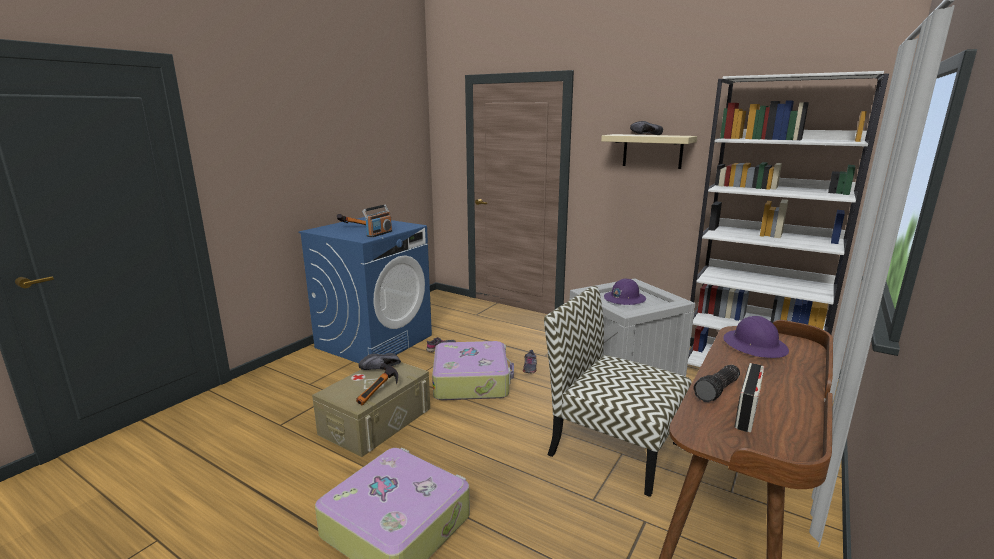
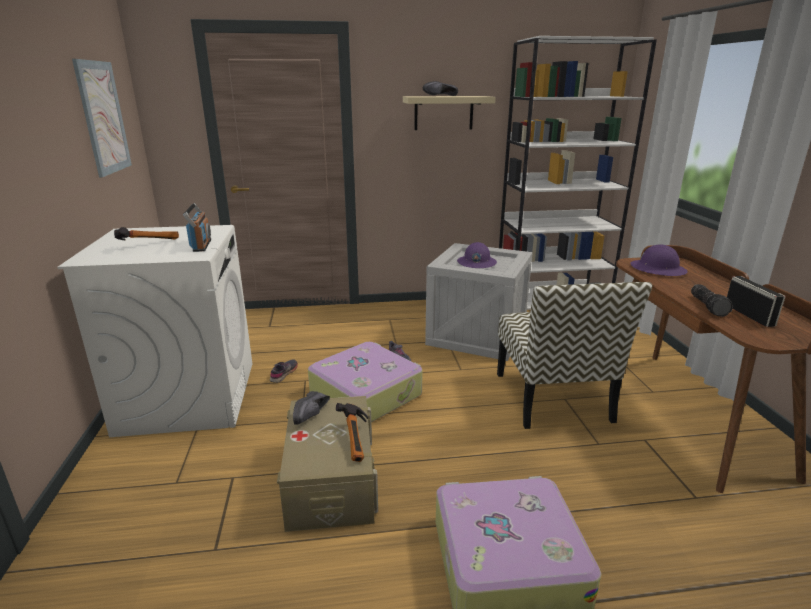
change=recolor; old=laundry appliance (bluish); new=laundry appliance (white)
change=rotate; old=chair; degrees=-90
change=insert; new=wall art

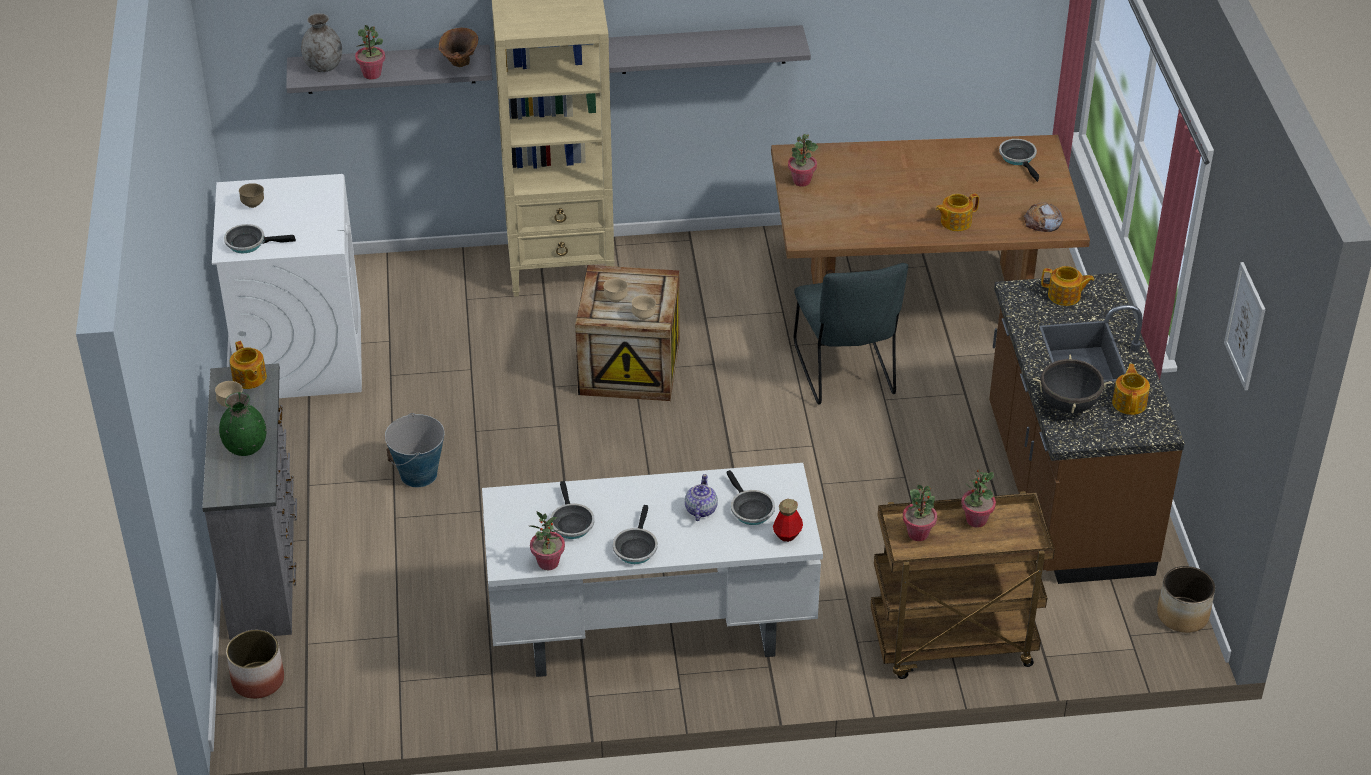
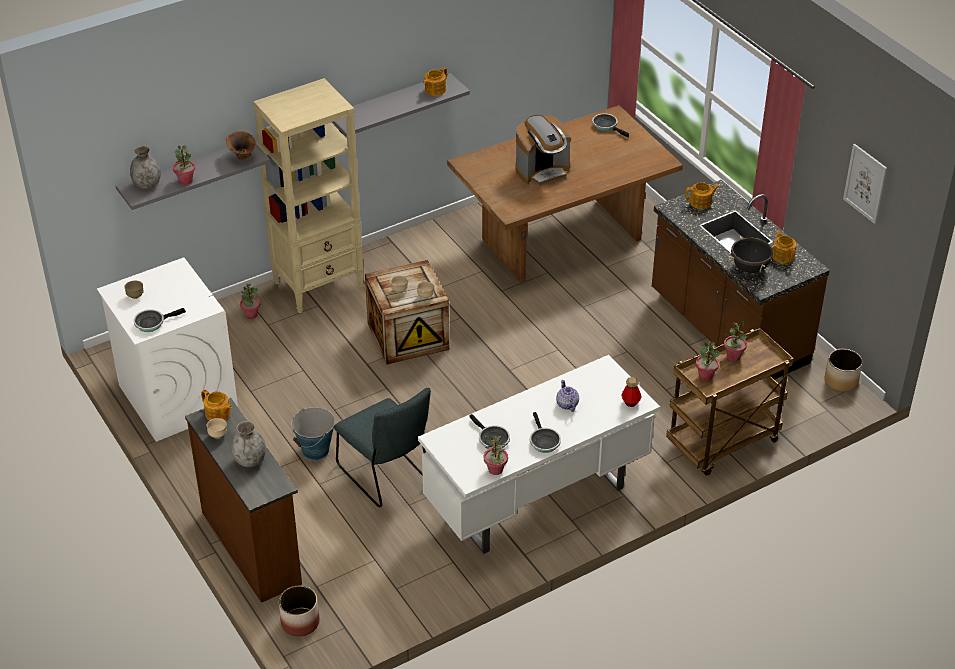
change=recolor; old=chest of drawers (gray); new=chest of drawers (brownish)
change=recolor; old=vase (greenish); new=vase (gray) (2nd from left)
change=delete; old=pan (4th from left)
change=move; old=houseplant (3rd from left in the first image); new=houseplant (2nd from left)
change=move; old=chair (gray)
change=move; old=tea pot (3rd from left in the first image); new=tea pot (2nd from left)
change=delete; old=bread
change=insert; new=coffee maker

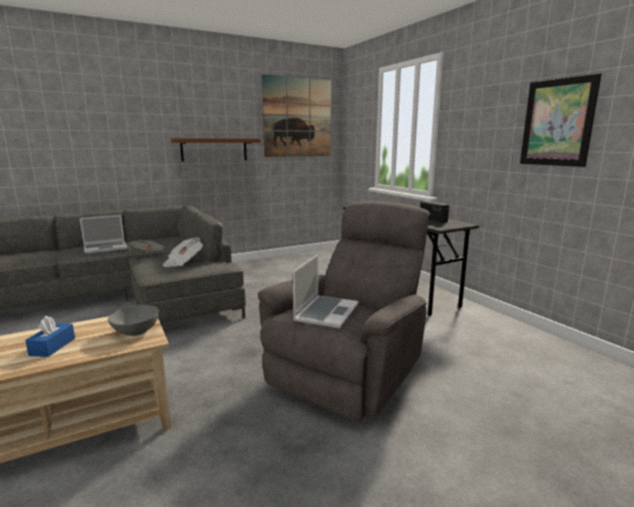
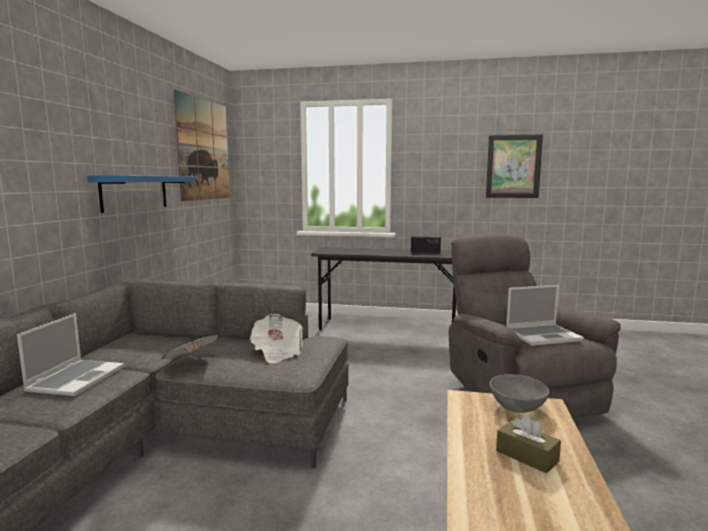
change=recolor; old=tissue holder (bluish); new=tissue holder (brownish)
change=recolor; old=bracket shelf (brownish); new=bracket shelf (bluish)
change=rotate; old=notebook computer (2nd from left); degrees=105

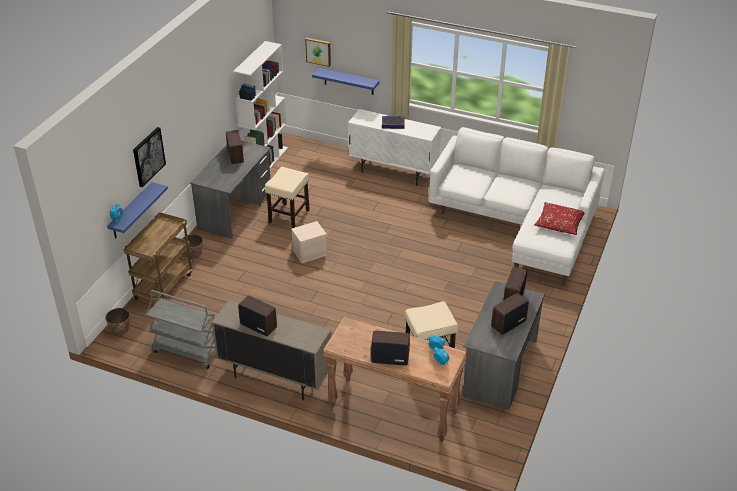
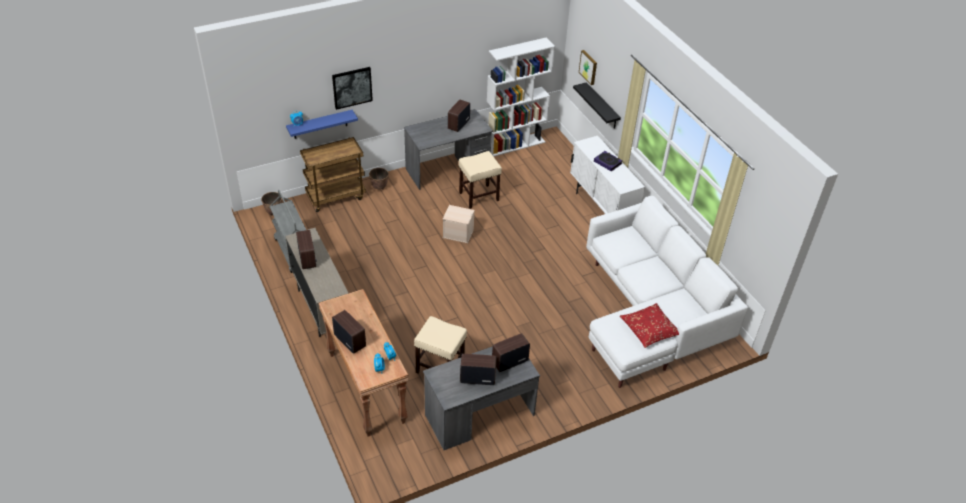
change=recolor; old=bracket shelf (bluish) (2nd from left); new=bracket shelf (black-coloured)

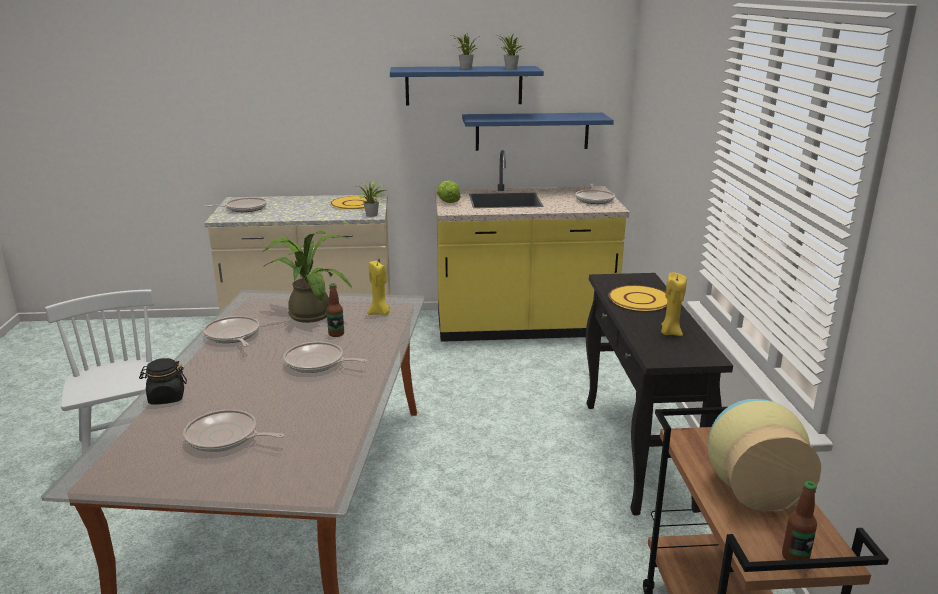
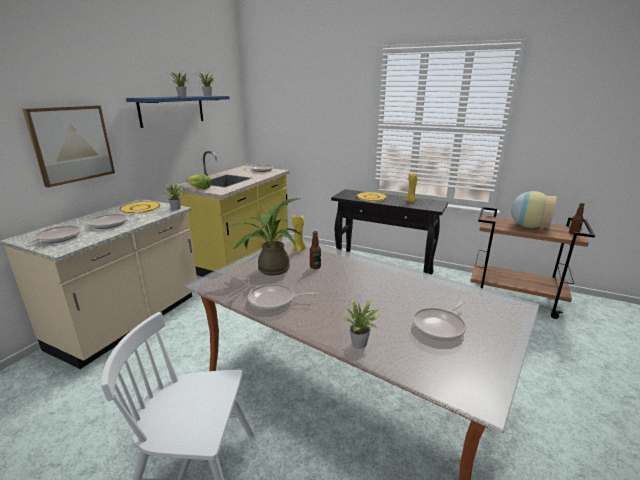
change=replace; old=jar (black-coloured); new=houseplant (5th from left)
change=move; old=pan (4th from left in the first image); new=pan (2nd from left)
change=delete; old=bracket shelf (bluish) (2nd from left)
change=insert; new=wall art

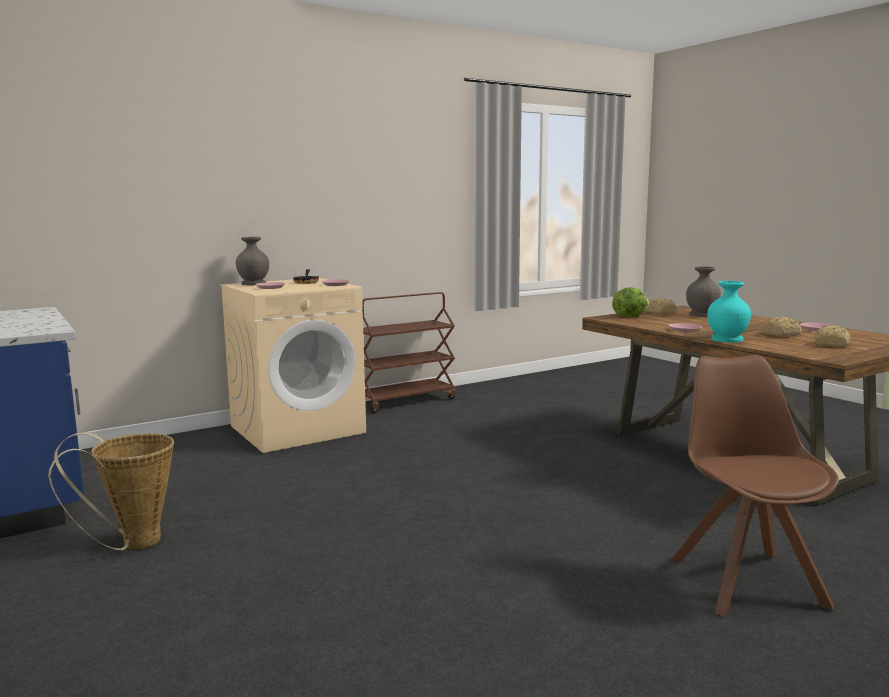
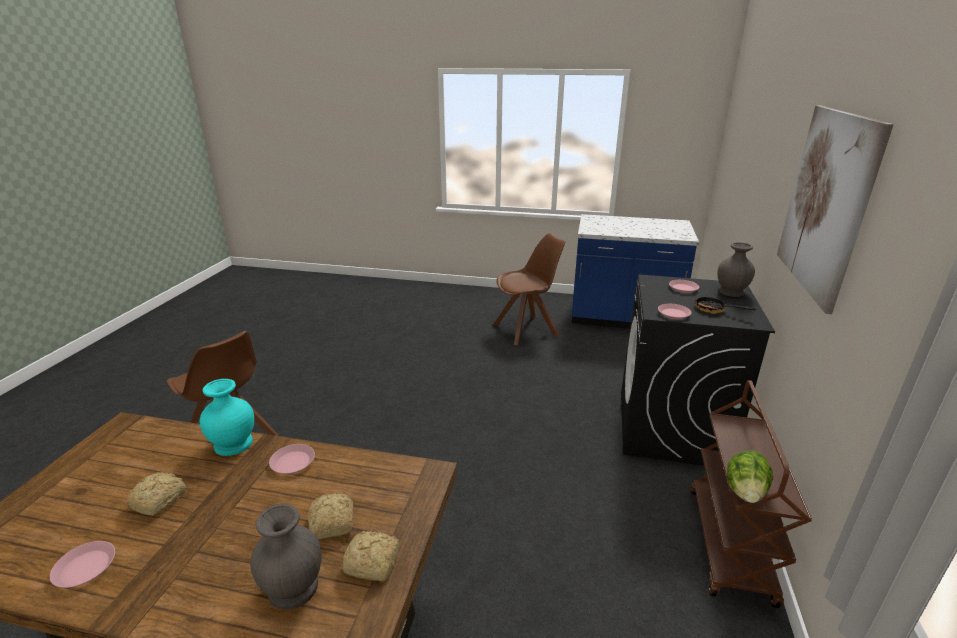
change=replace; old=storage basket; new=chair (brownish) (2nd from left)
change=recolor; old=laundry appliance (beige-coloured); new=laundry appliance (black-coloured)
change=move; old=lettuce head
change=move; old=bread (3rd from left in the first image); new=bread (2nd from left)
change=insert; new=wall art

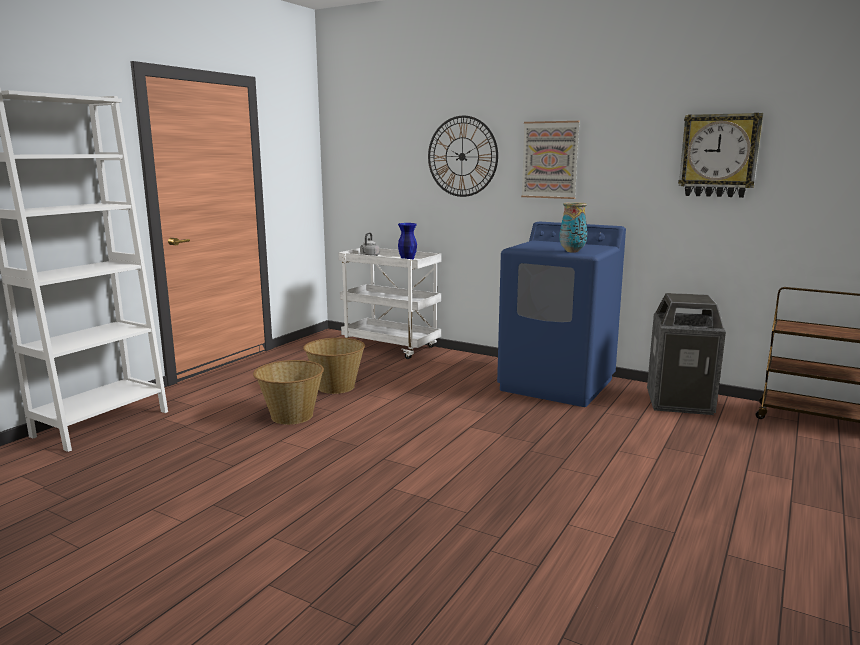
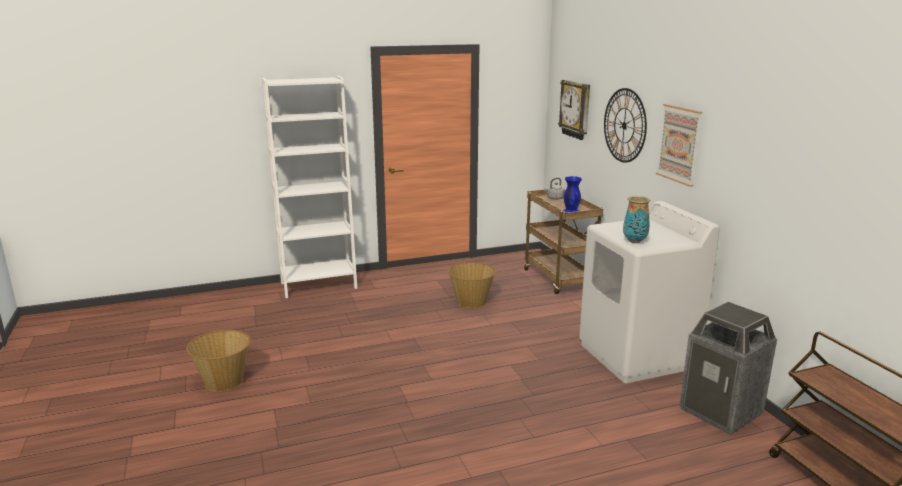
change=move; old=storage basket (1st from left)
change=recolor; old=trolley (white); new=trolley (brownish) (1st from left)
change=recolor; old=laundry appliance (bluish); new=laundry appliance (white)
change=move; old=hanging clock (2nd from left in the first image); new=hanging clock (1st from left)

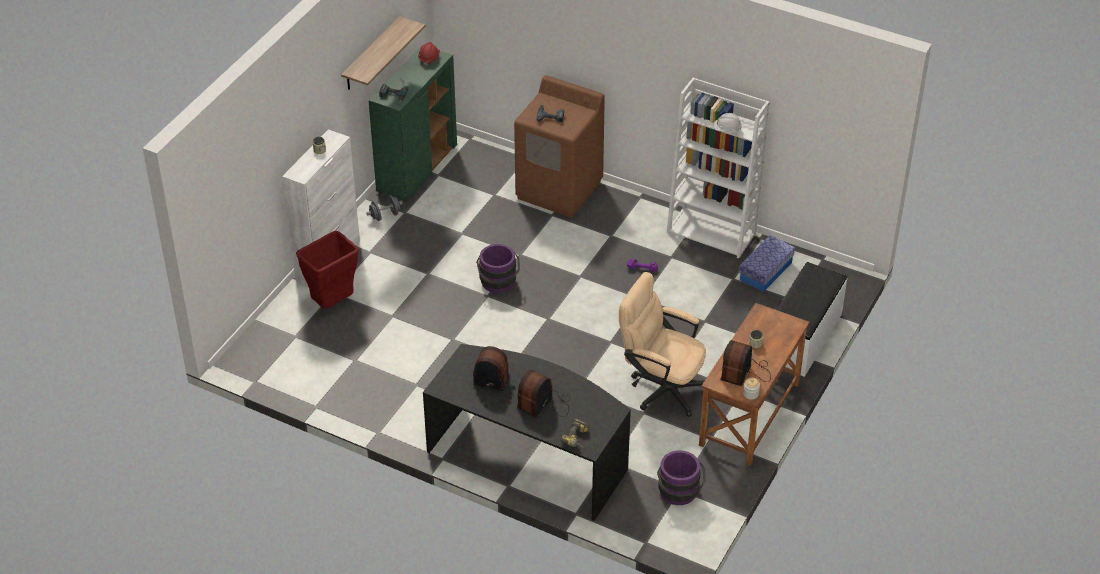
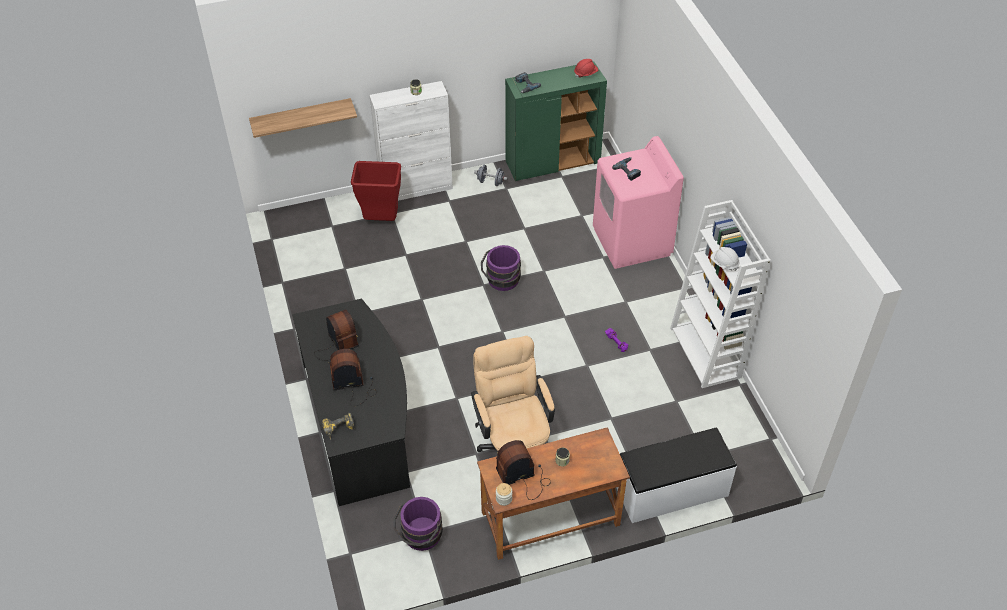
change=move; old=bracket shelf
change=recolor; old=laundry appliance (brownish); new=laundry appliance (pinkish)
change=delete; old=storage box

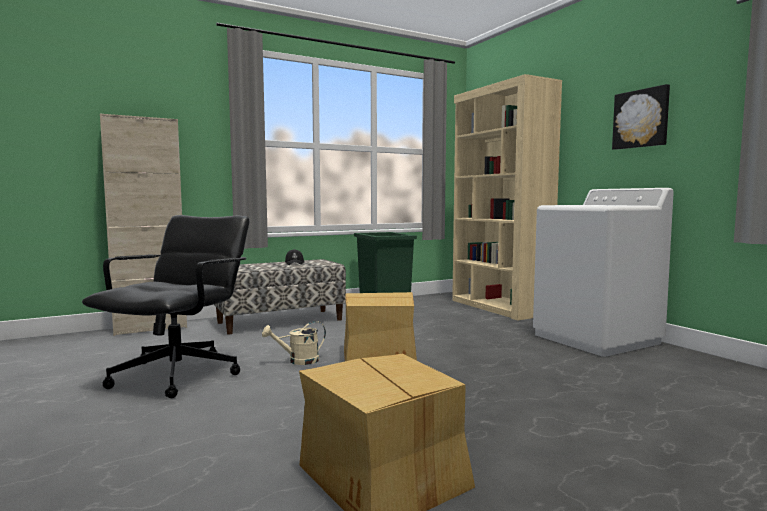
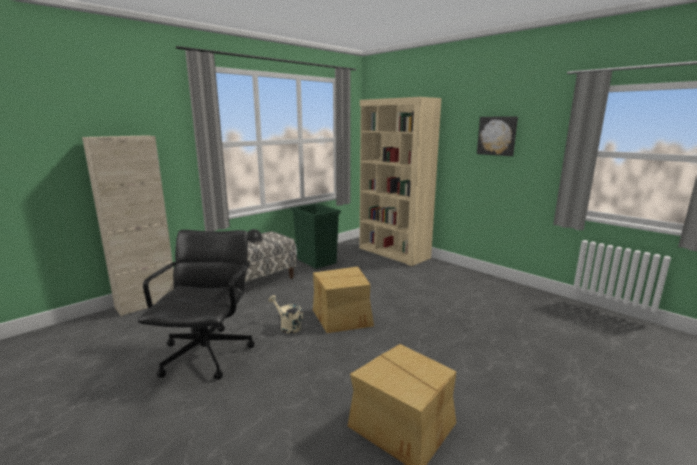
change=rotate; old=sprinkling can (beige-coloured); degrees=75
change=delete; old=laundry appliance (white)

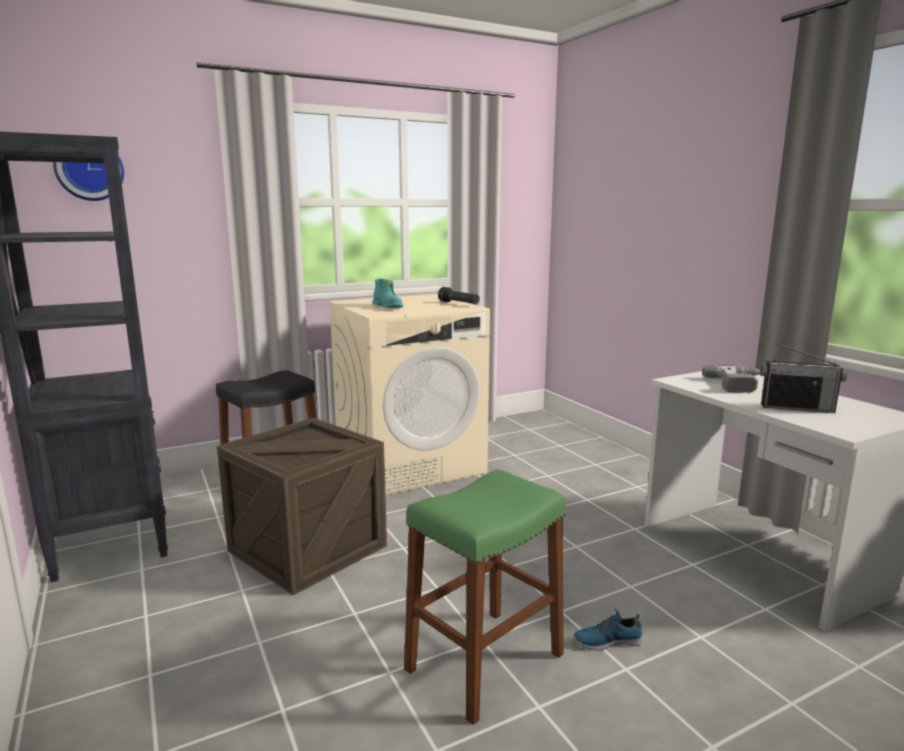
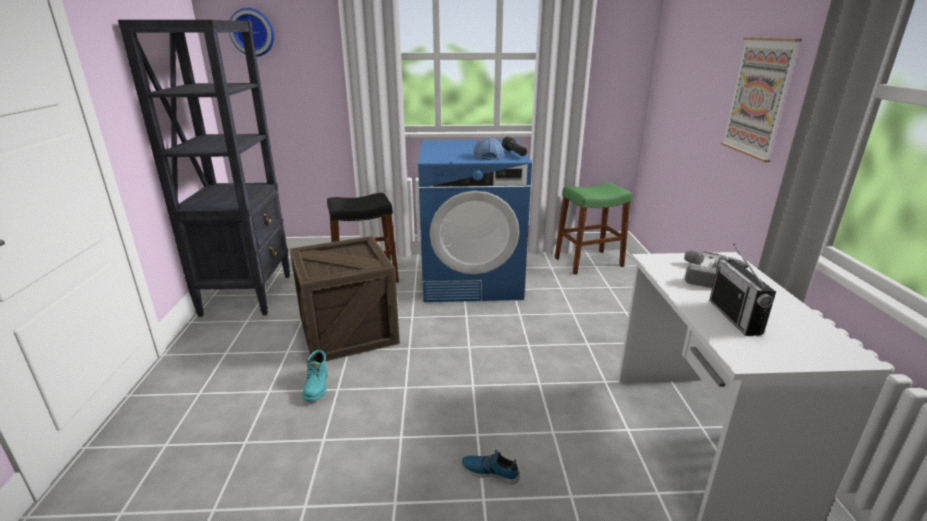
change=recolor; old=laundry appliance (beige-coloured); new=laundry appliance (bluish)
change=move; old=high-top boot (blue-green)
change=move; old=stool (greenish)
change=rotate; old=radio receiver; degrees=45
change=insert; new=cap
change=insert; new=wall art

